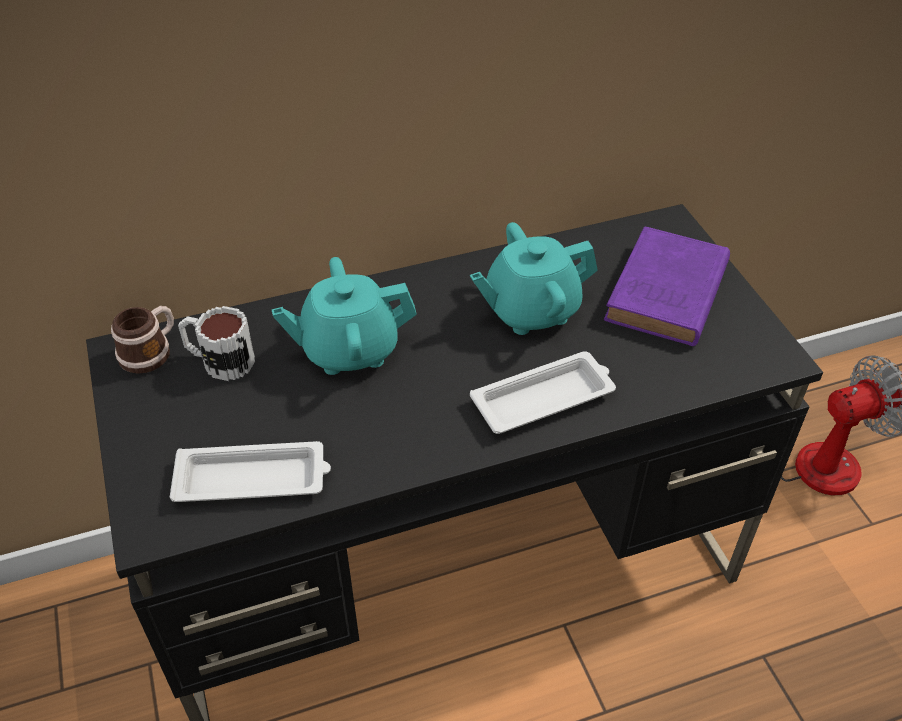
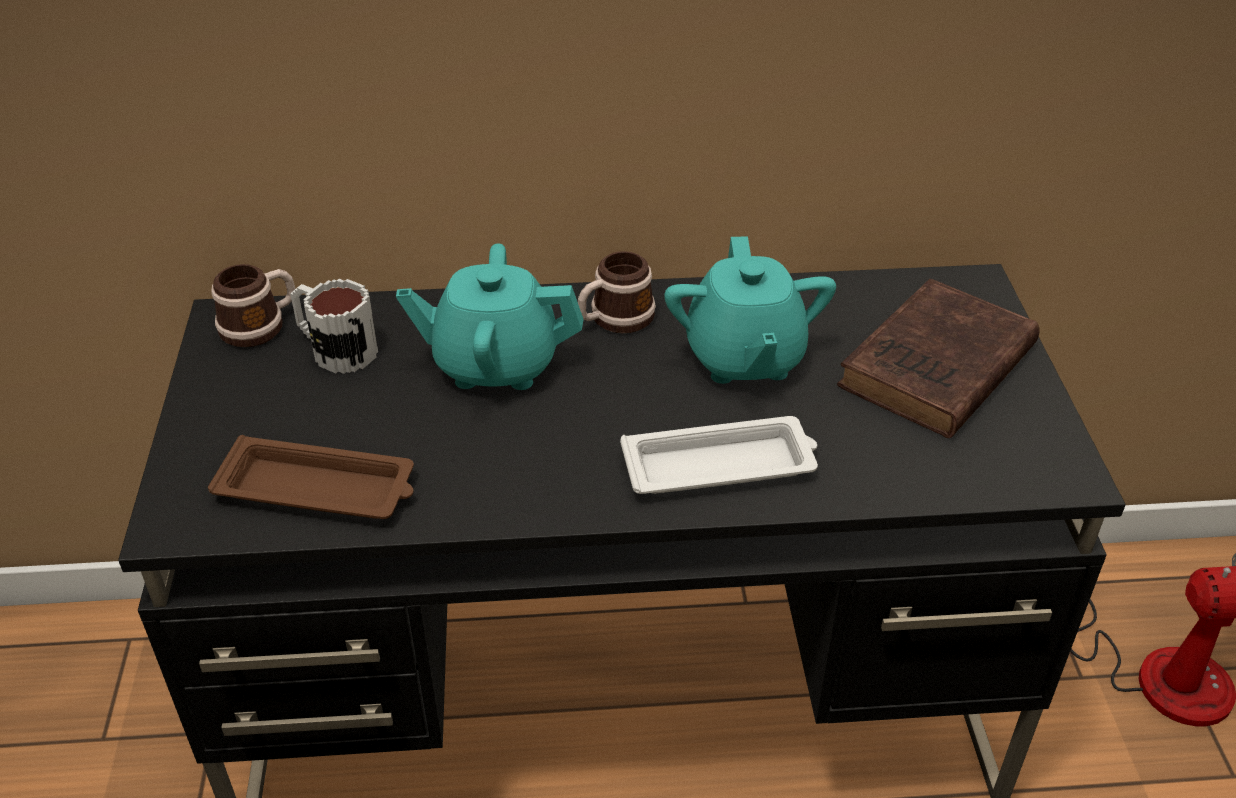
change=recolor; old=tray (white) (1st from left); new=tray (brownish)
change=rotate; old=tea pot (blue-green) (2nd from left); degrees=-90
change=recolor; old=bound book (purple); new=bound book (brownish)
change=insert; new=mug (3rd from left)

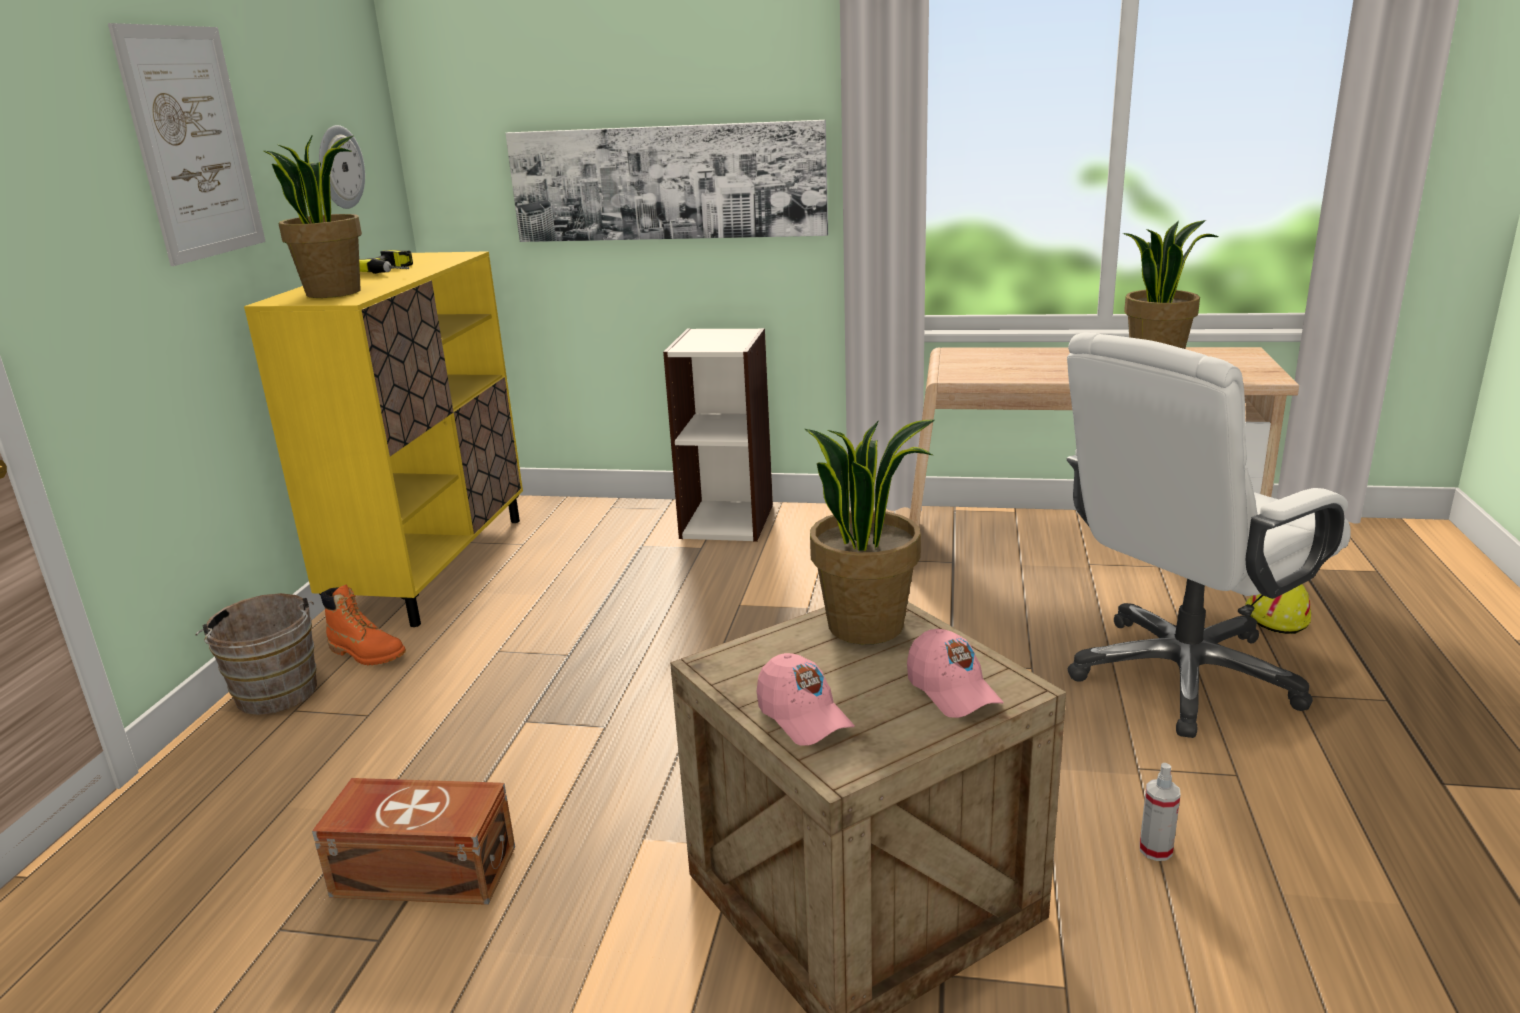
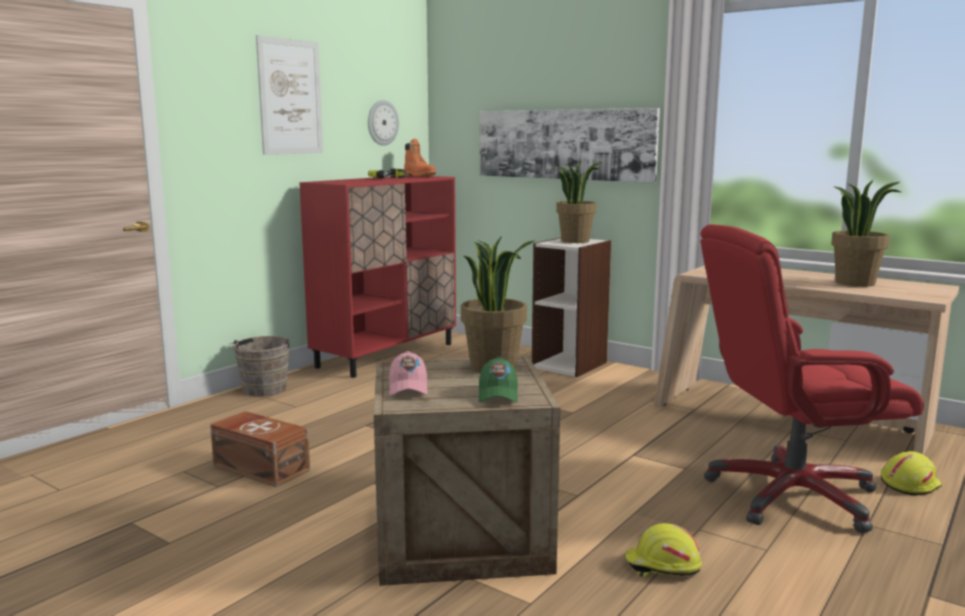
change=recolor; old=cupboard (yellow); new=cupboard (red-coloured)
change=move; old=houseplant (1st from left in the first image); new=houseplant (2nd from left)
change=move; old=high-top boot (orangey)
change=recolor; old=cap (pinkish) (2nd from left); new=cap (greenish)
change=recolor; old=desk chair (white); new=desk chair (red-coloured)
change=replace; old=spray bottle; new=safety helmet (yellow) (1st from left)

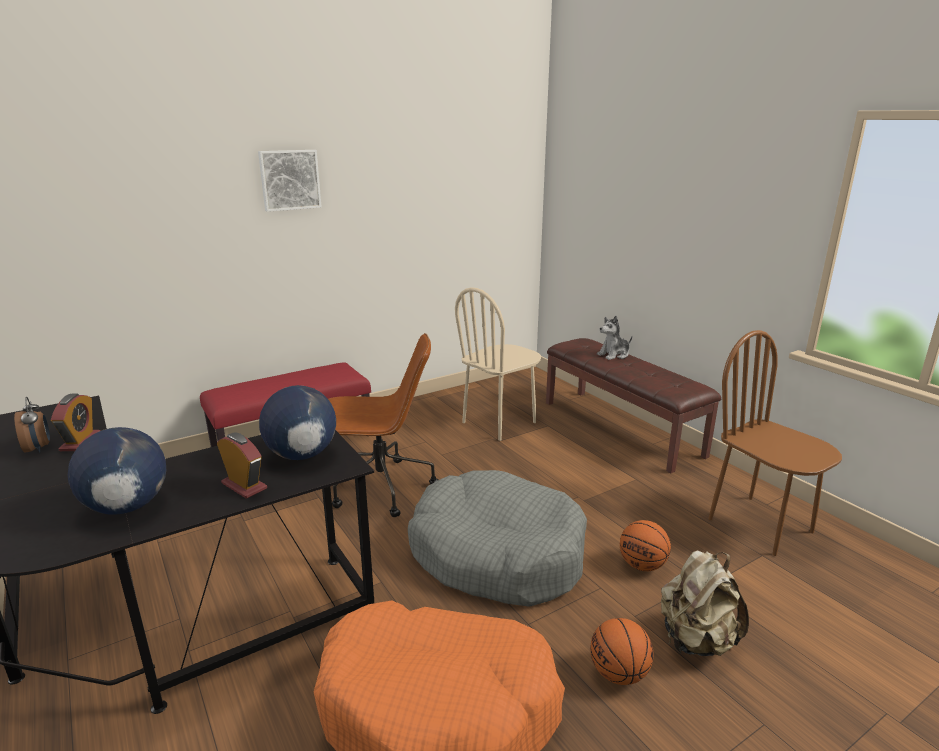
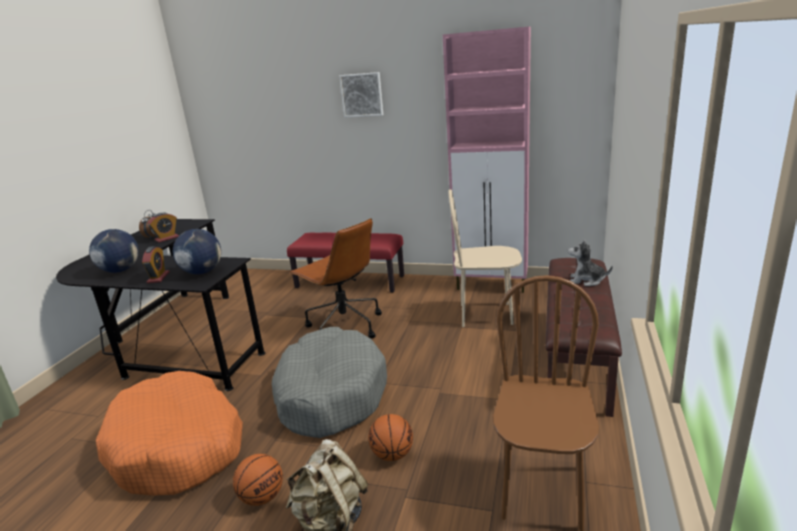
change=insert; new=cupboard (pinkish)

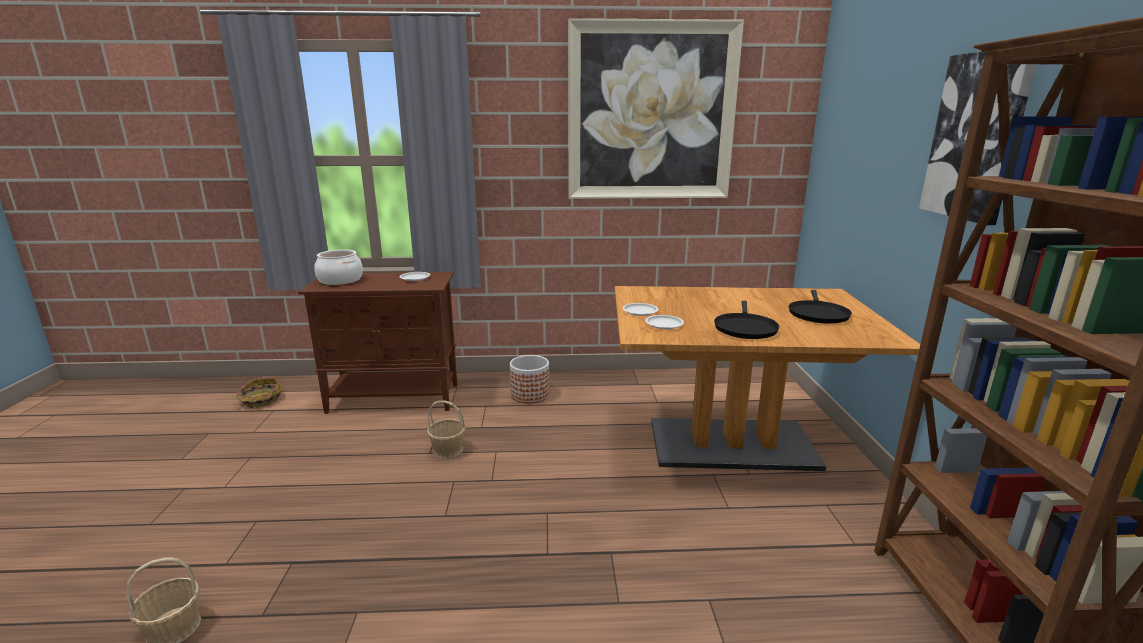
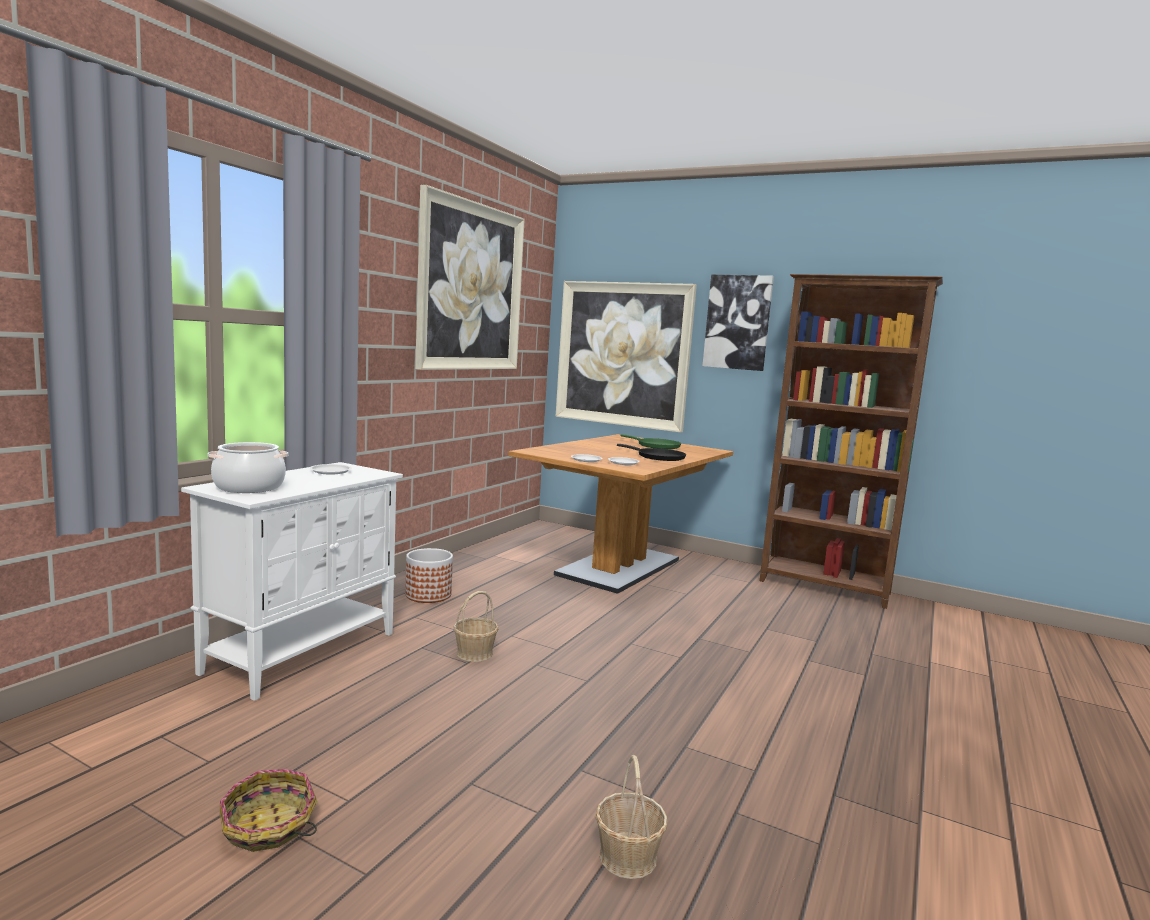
change=move; old=storage basket (2nd from left in the first image); new=storage basket (1st from left)
change=recolor; old=cupboard (brownish); new=cupboard (white)
change=recolor; old=pan (black-coloured) (2nd from left); new=pan (greenish)
change=insert; new=wall art (2nd from left)

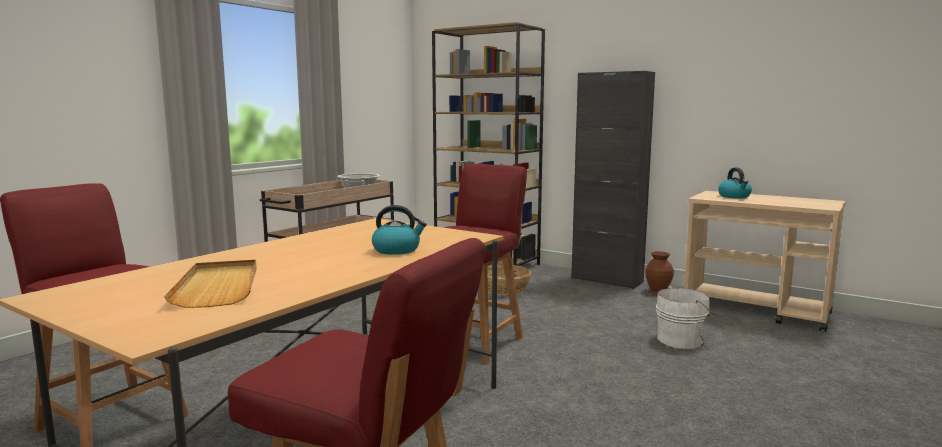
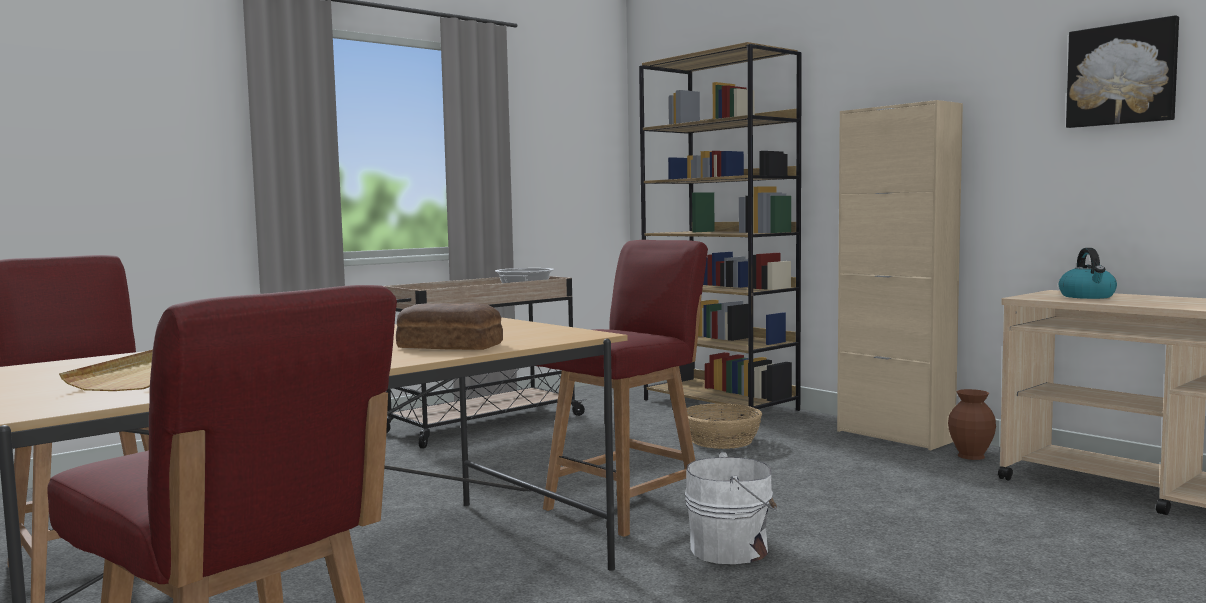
change=replace; old=water kettle (1st from left); new=bread
change=recolor; old=cupboard (black-coloured); new=cupboard (beige-coloured)
change=move; old=water bucket (white)
change=insert; new=wall art

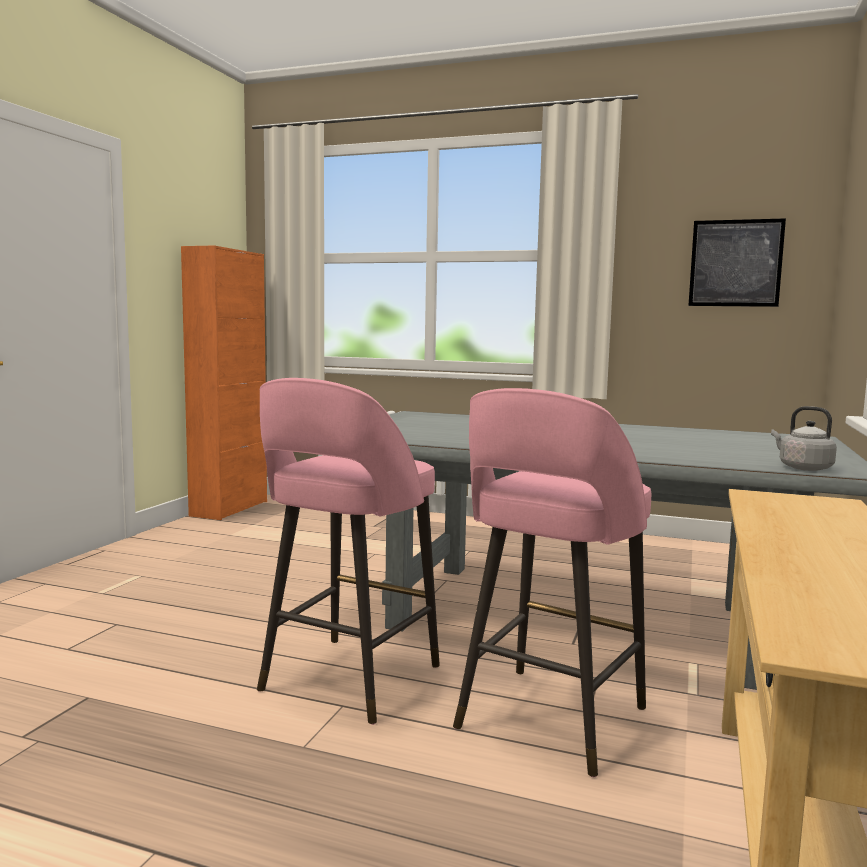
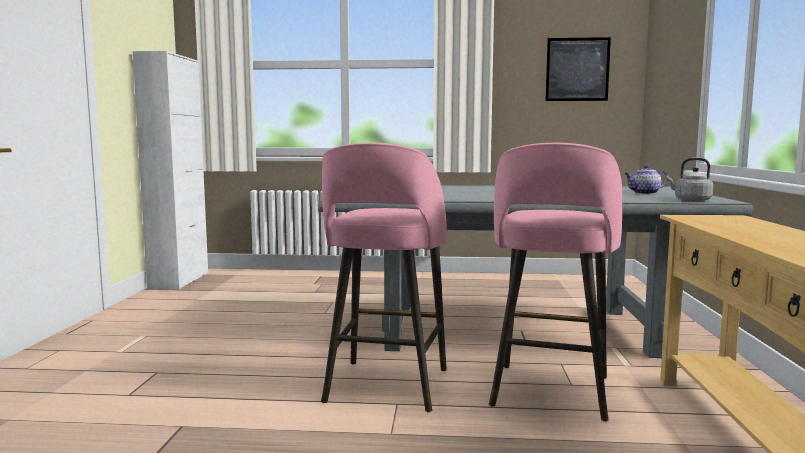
change=recolor; old=cupboard (orangey); new=cupboard (white)
change=insert; new=tea pot

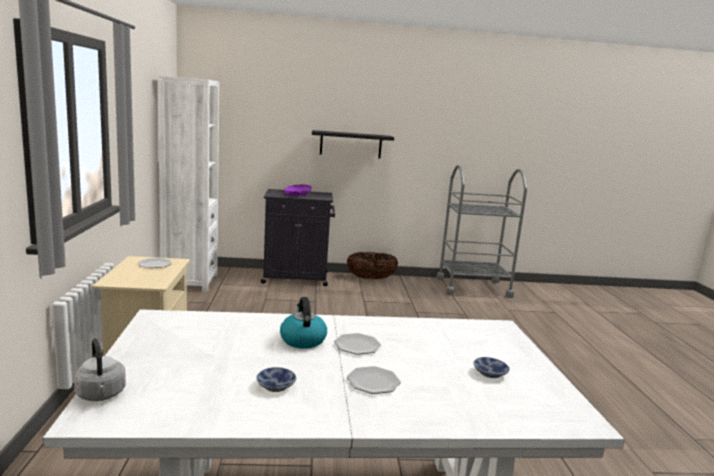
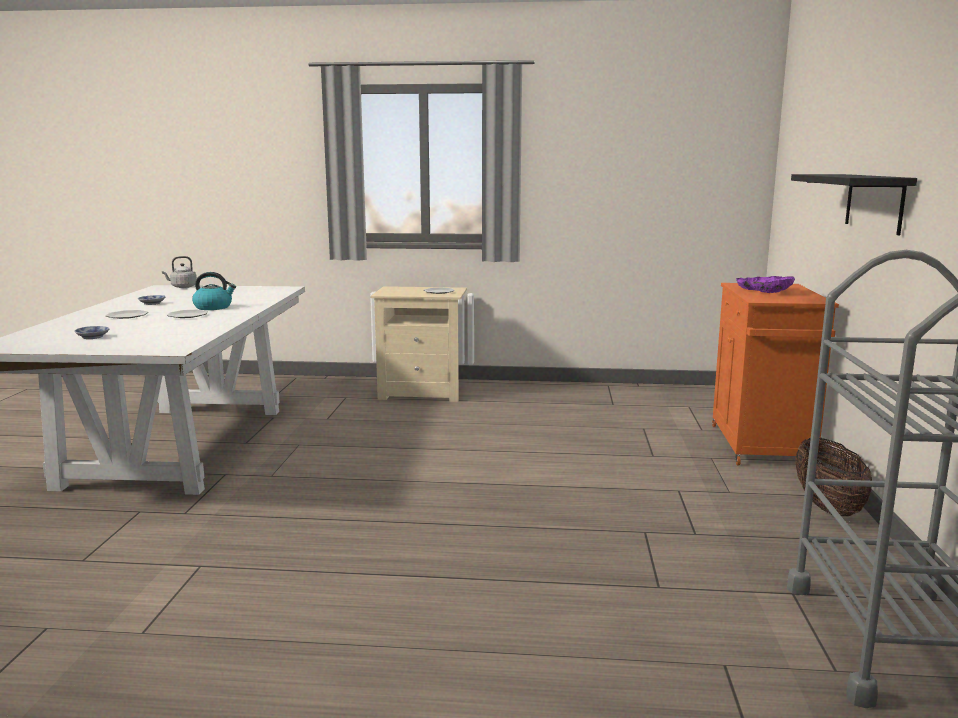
change=delete; old=shelving unit (white)
change=recolor; old=cupboard (black-coloured); new=cupboard (orangey)

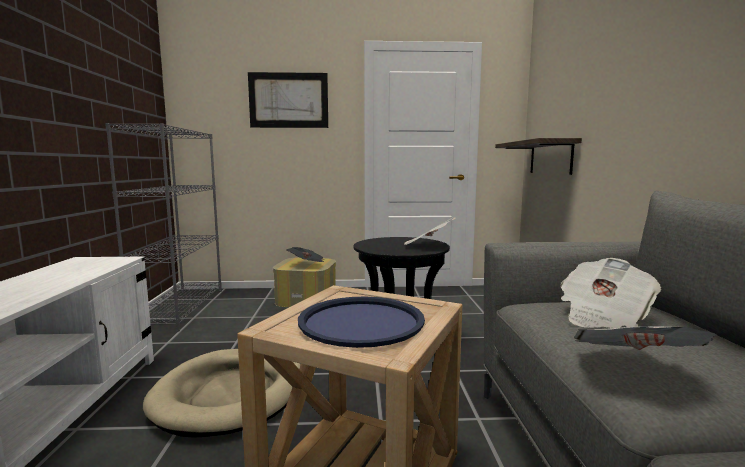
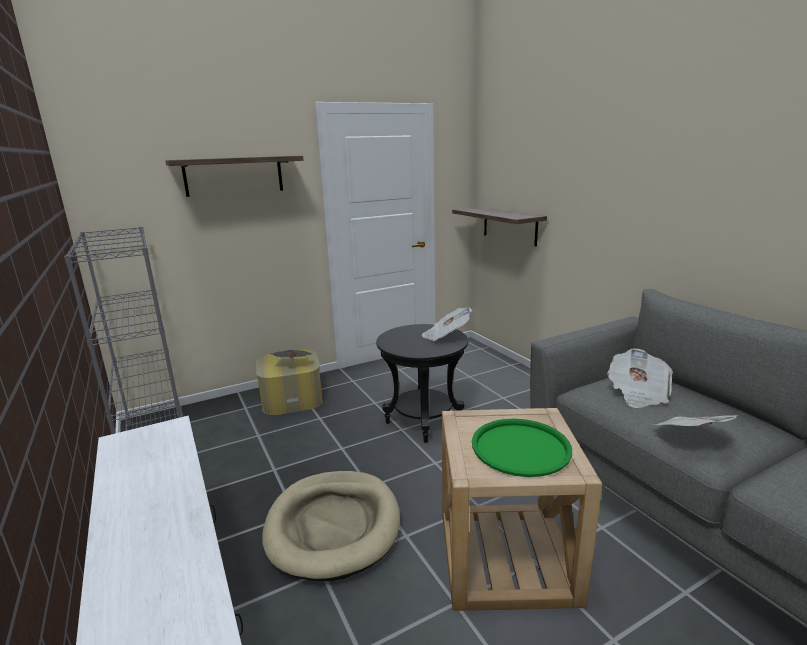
change=replace; old=wall art; new=bracket shelf (1st from left)
change=recolor; old=tray (bluish); new=tray (greenish)

